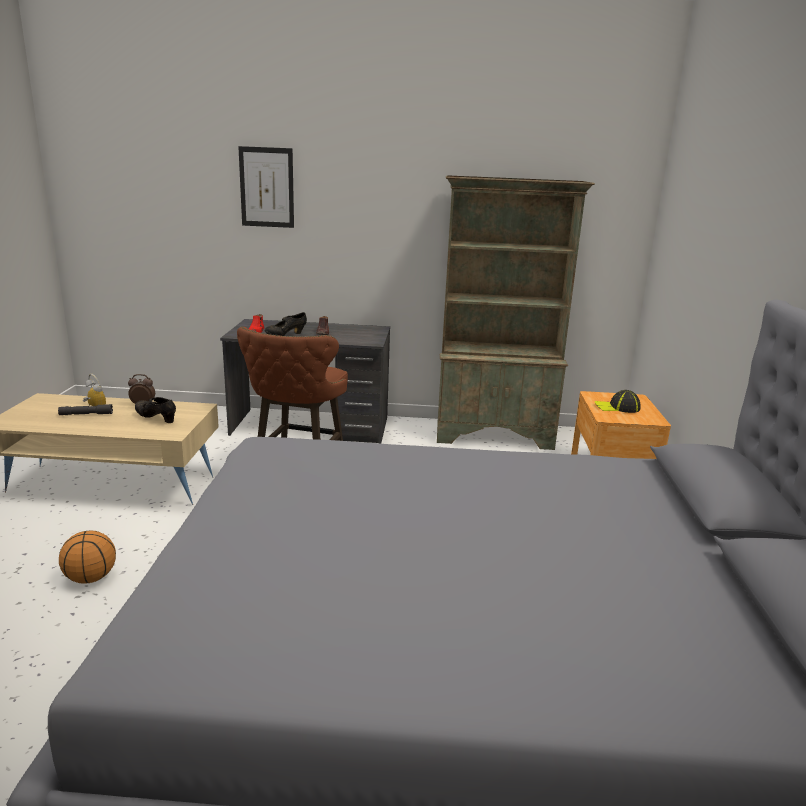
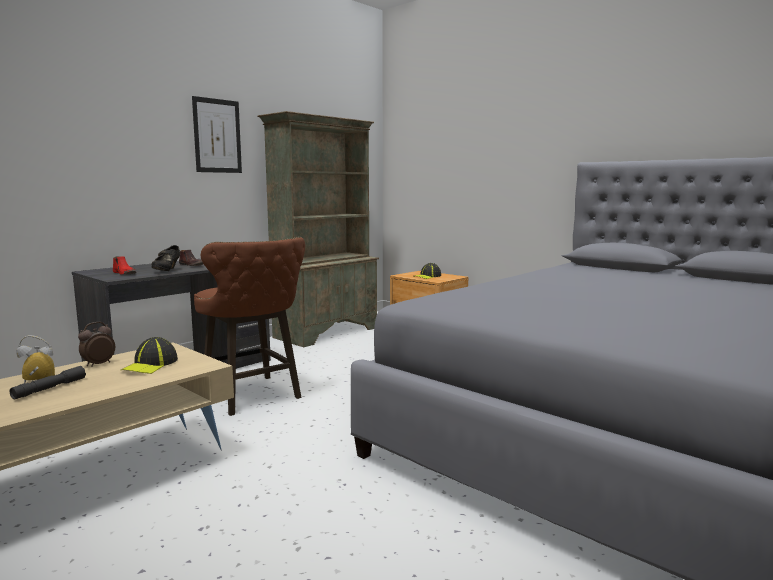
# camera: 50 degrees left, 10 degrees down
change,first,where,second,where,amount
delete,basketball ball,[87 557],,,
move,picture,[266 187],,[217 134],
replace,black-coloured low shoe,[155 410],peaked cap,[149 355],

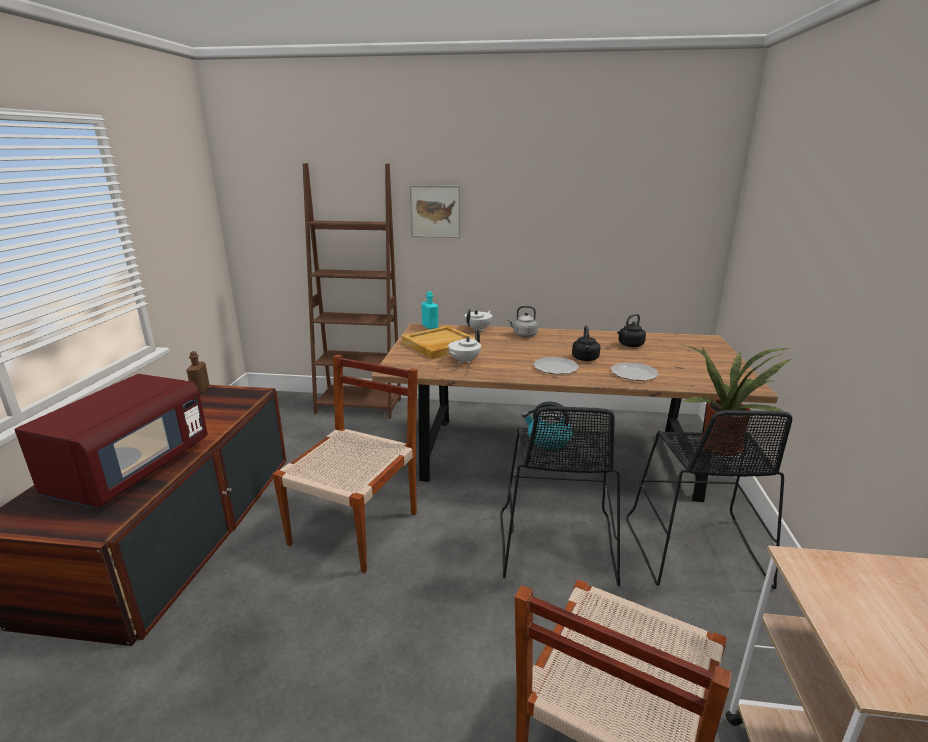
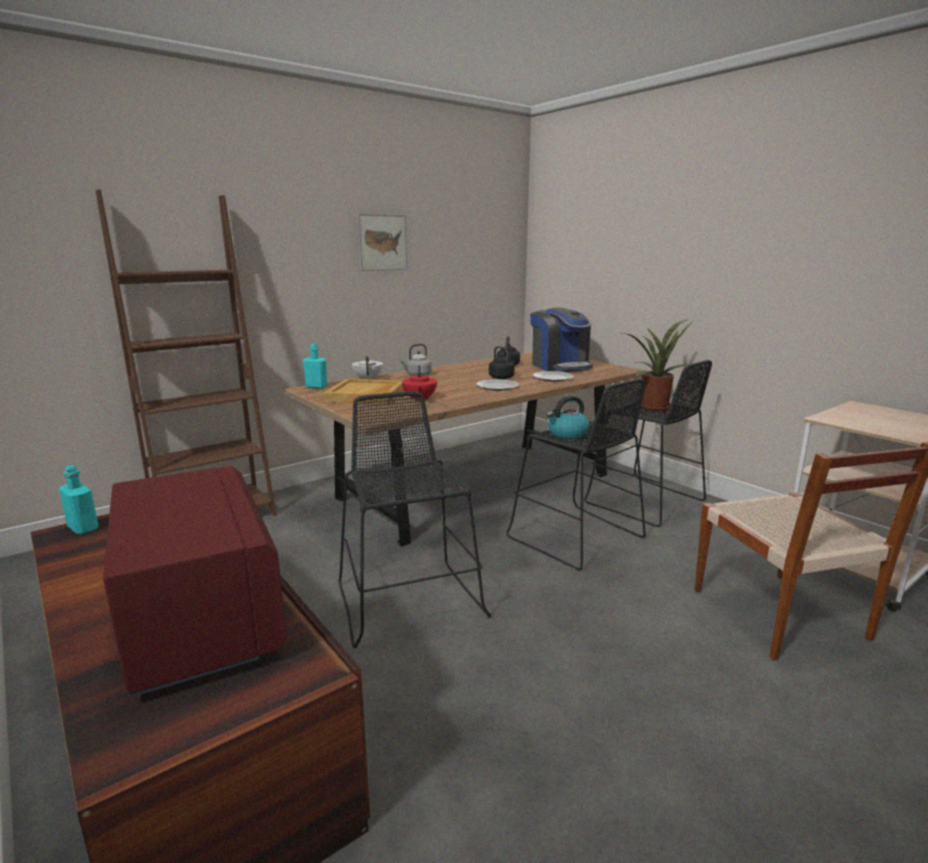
# camera: 45 degrees left, 5 degrees down
change,first,where,second,where,amount
insert,,,coffee brewer,[561 339],
move,picture,[435 211],,[382 242],
replace,plain chair,[345 464],black-coloured stool,[415 519],
recolor,brownish drink bottle,[198 372],turquoise drink bottle,[79 500],
recolor,white-coloured pot for tea,[464 347],reddish pot for tea,[419 382],

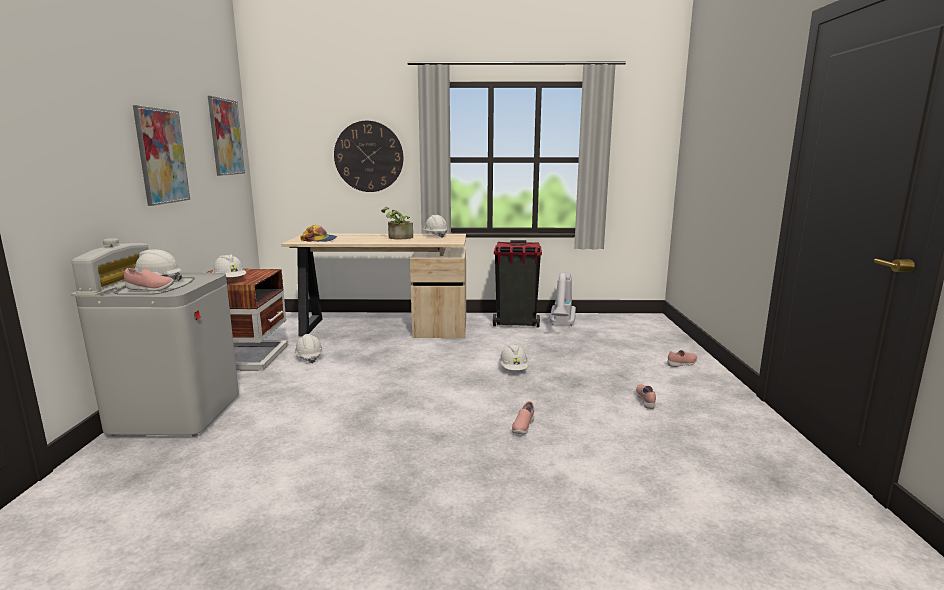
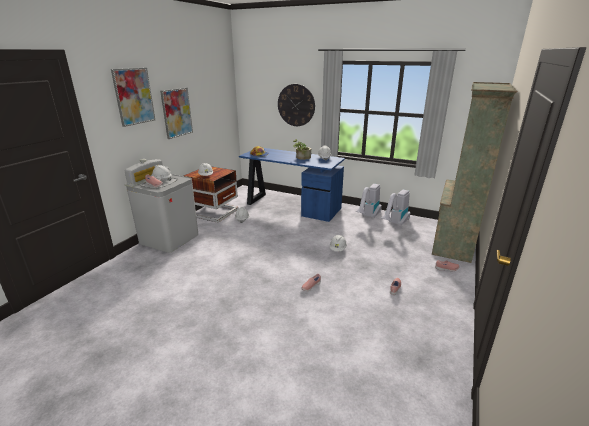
# camera: 25 degrees right, 10 degrees up
change,first,where,second,where,amount
insert,,,green-coloured shelving unit,[475 172],
move,picture,[226 136],,[133 97],
replace,black-coloured trash can,[517 284],vacuum cleaner,[368 201],
recolor,beige-coloured desk table,[373 286],bluish desk table,[292 185],

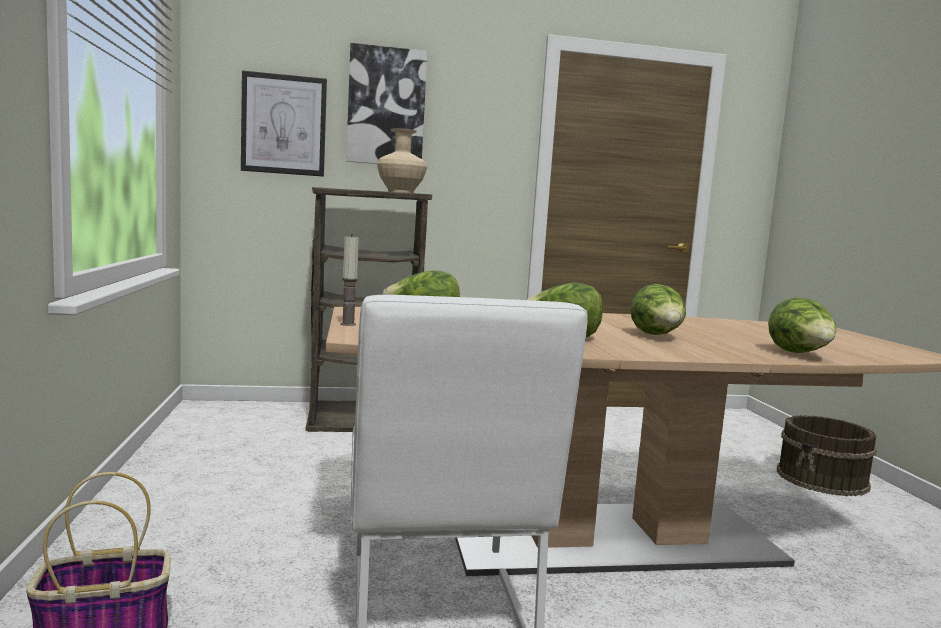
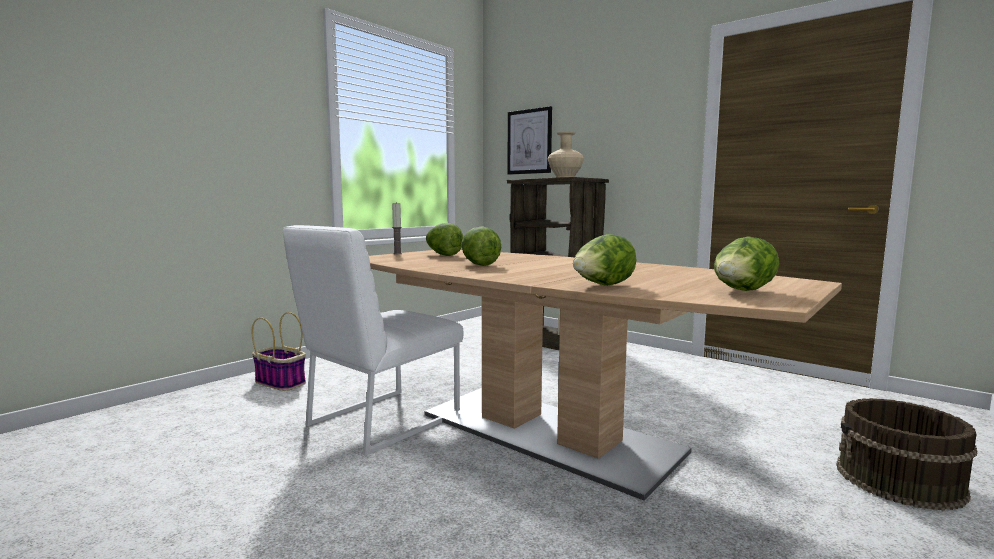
# camera: 50 degrees right, 0 degrees up
change,first,where,second,where,amount
delete,picture,[386 103],,,
move,lettuce,[658 309],,[746 263],

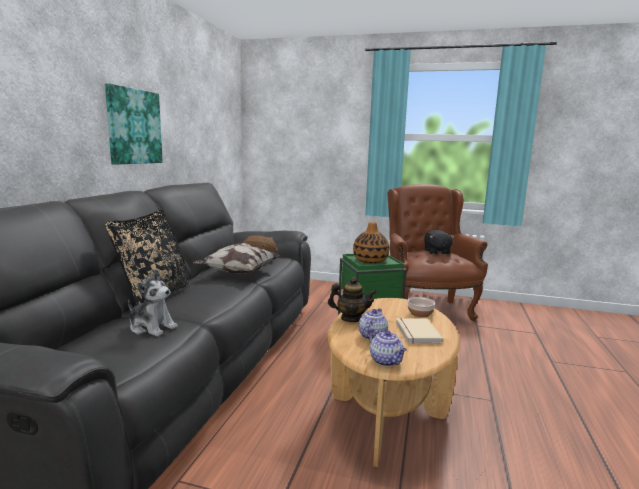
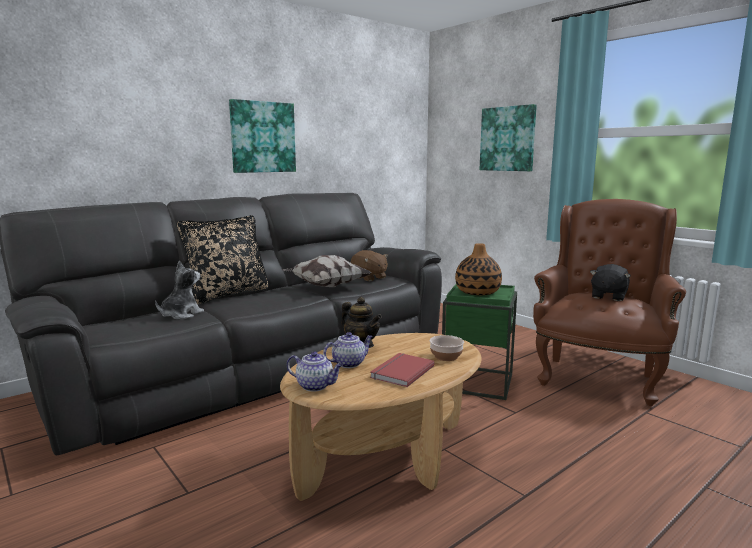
# camera: 35 degrees right, 0 degrees up
change,first,where,second,where,amount
insert,,,picture,[508 137],
recolor,beige-coloured bound book,[419 331],reddish bound book,[402 370],
rotate,plush toy,[153 302],,[179 290],120 degrees counterclockwise
rotate,pot for tea,[388 347],,[315 371],75 degrees counterclockwise

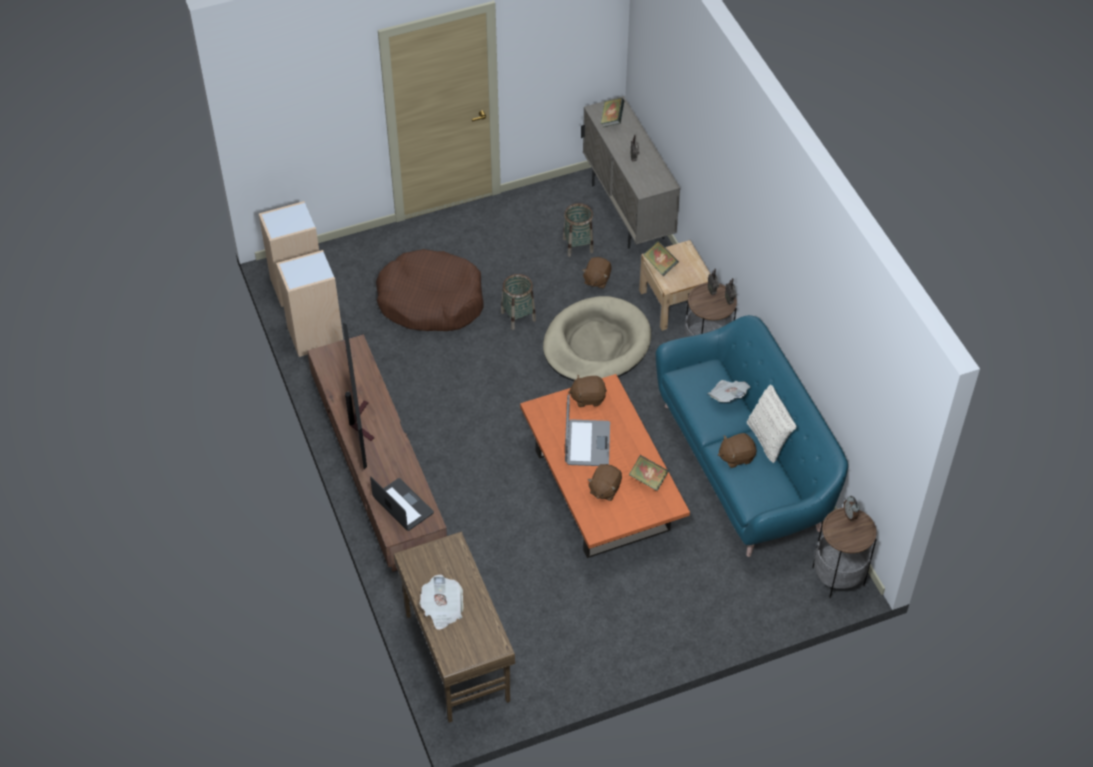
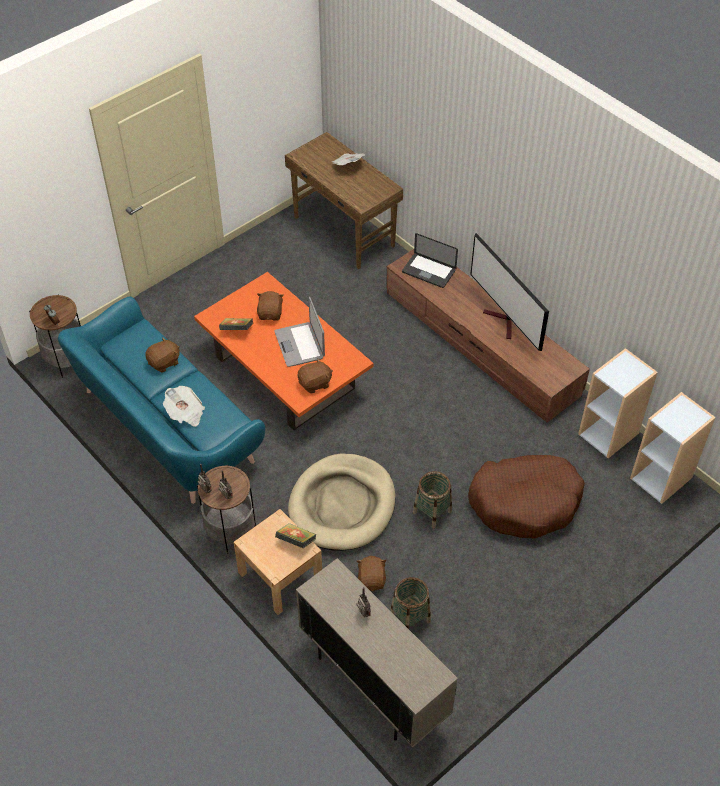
# camera: 160 degrees right, 0 degrees up
change,first,where,second,where,amount
delete,bound book,[612 113],,,
delete,beige-coloured cushion,[772 424],,,

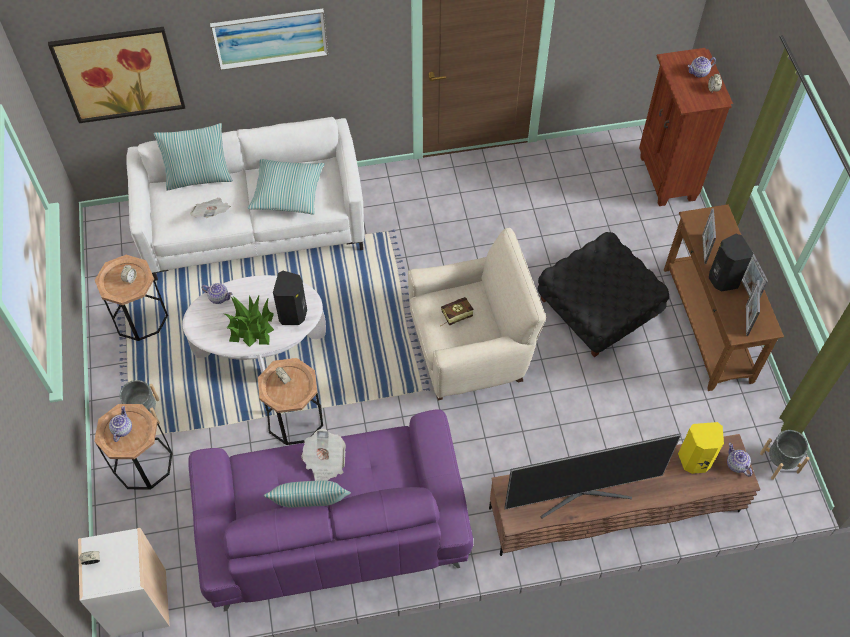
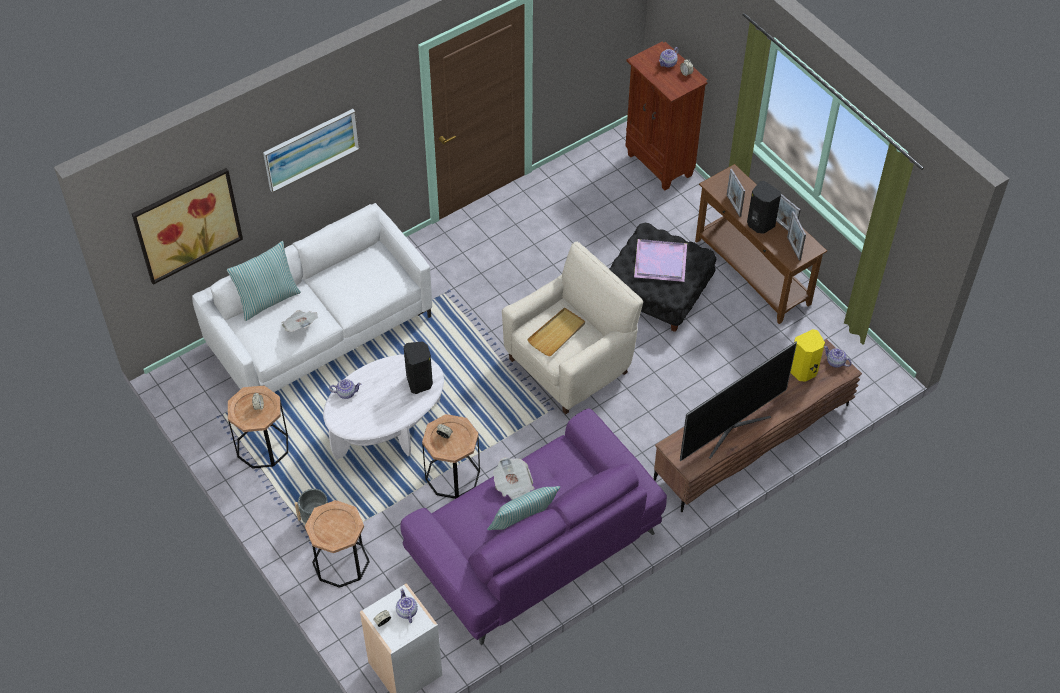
# camera: 25 degrees left, 5 degrees down
change,first,where,second,where,amount
delete,houseplant,[249 321],,,
delete,cushion,[286 187],,,
delete,greyish plant pot,[785 455],,,
insert,,,purple tray,[660 260],
move,pot for tea,[120 424],,[407 606],
replace,bound book,[456 311],beige-coloured tray,[556 331],

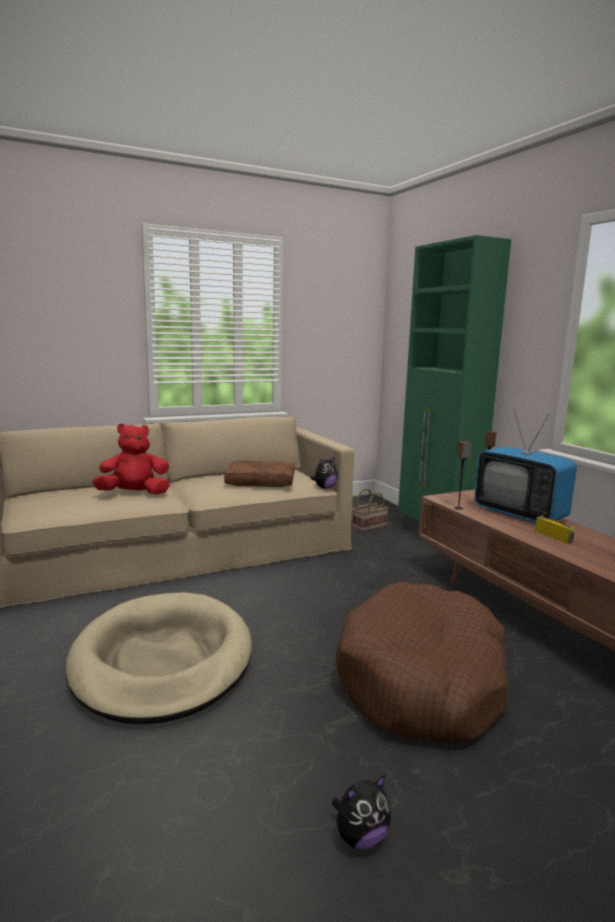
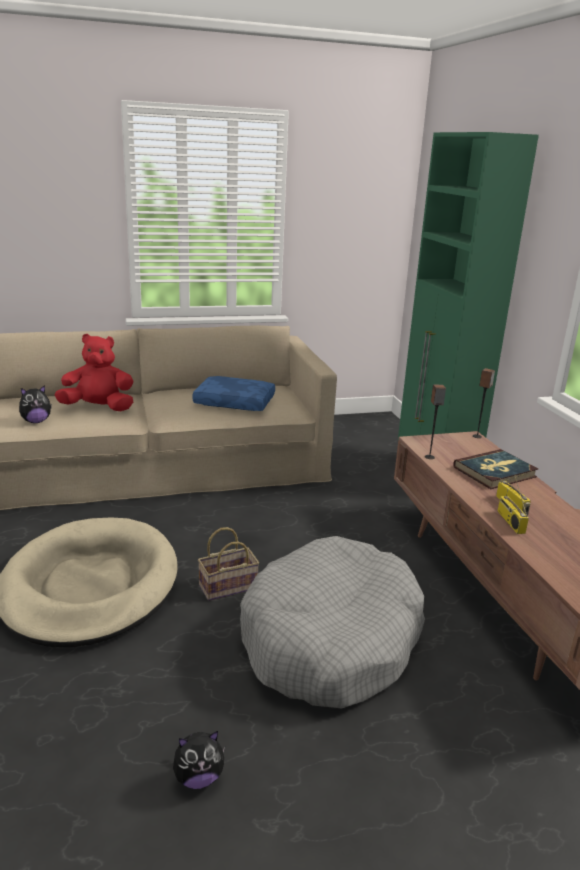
# camera: 10 degrees right, 10 degrees up
change,first,where,second,where,amount
insert,,,radio receiver,[513 504],
move,plush toy,[324 472],,[35 404],
move,household basket,[370 510],,[228 564],
replace,TV,[525 466],bound book,[496 469],
recolor,brownish cushion,[259 473],bluish cushion,[233 393],
recolor,brownish dog cushion,[422 662],greyish dog cushion,[332 622],

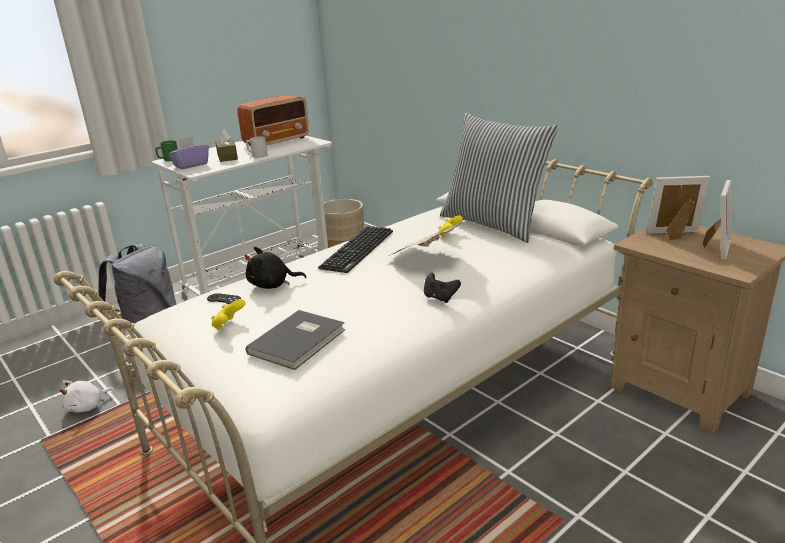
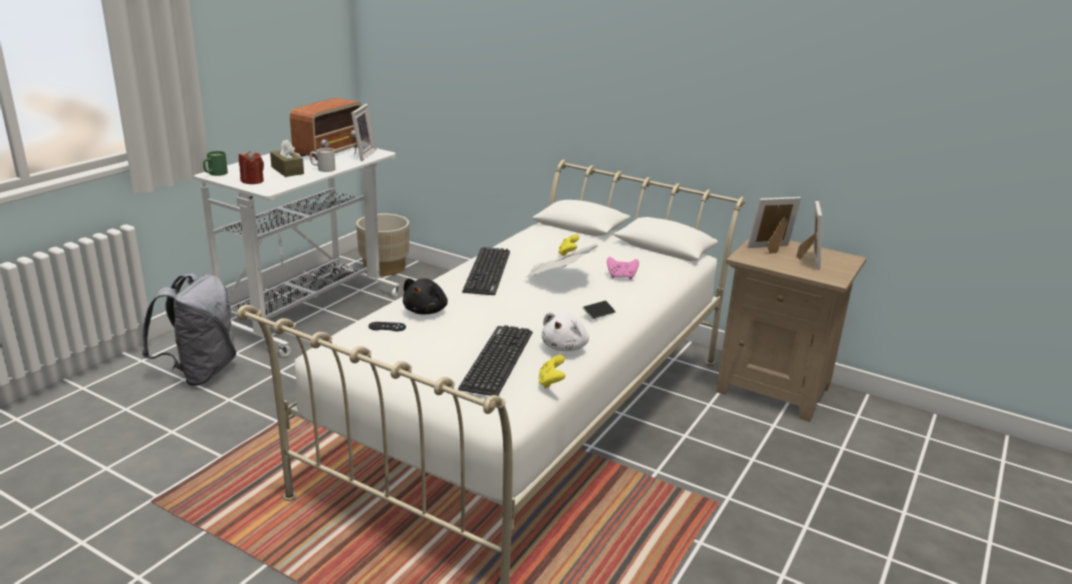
# camera: 20 degrees left, 0 degrees up
change,first,where,second,where,amount
delete,cushion,[499 178],,,
insert,,,standing frame,[364 132],
insert,,,pink-coloured joypad,[623 268],
move,white-coloured plush toy,[87 396],,[565 331],
move,yellow joypad,[228 314],,[552 372],
replace,purple tissue holder,[188 152],reddish wax light,[251 167],
replace,greyish bound book,[295 340],PC keyboard,[495 360],
replace,black-coloured joypad,[442 288],telephone,[599 309],
rotate,black-coloured plush toy,[275 268],,[425 296],45 degrees counterclockwise

